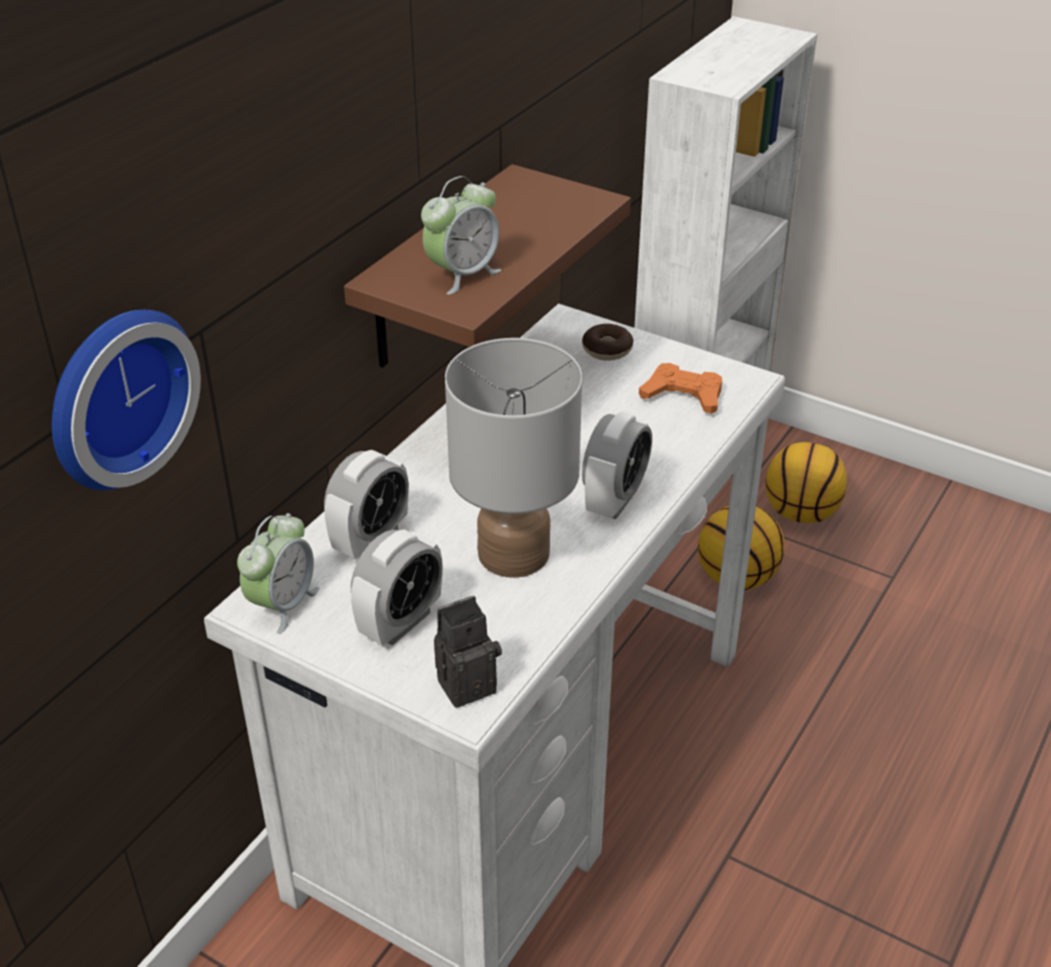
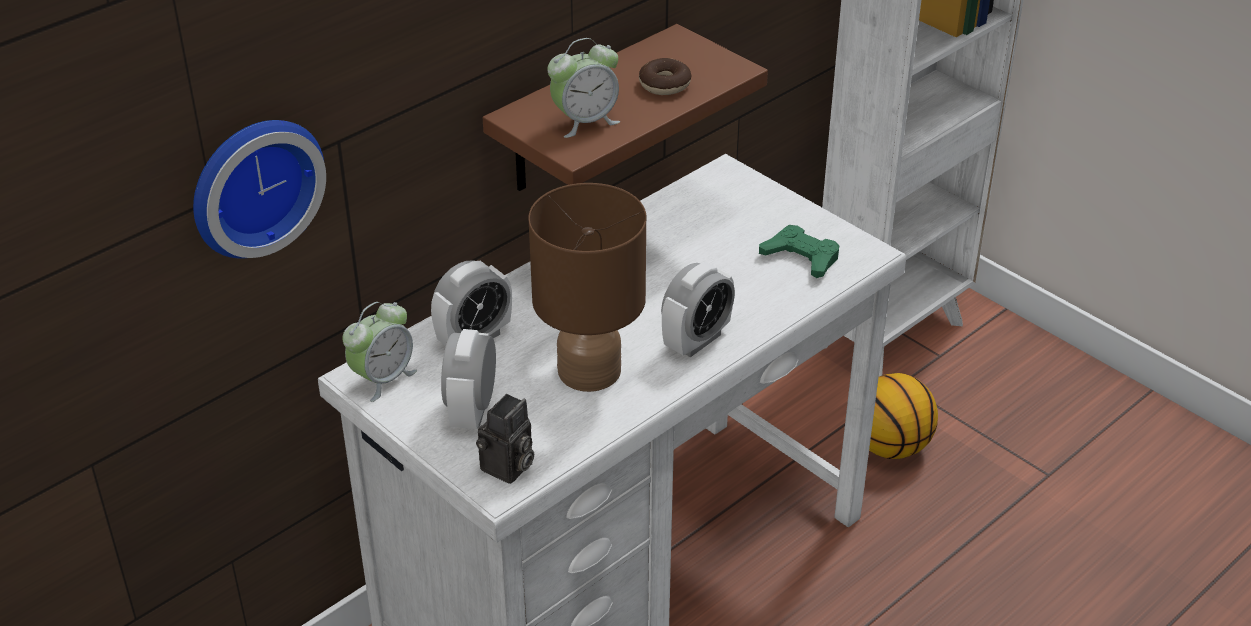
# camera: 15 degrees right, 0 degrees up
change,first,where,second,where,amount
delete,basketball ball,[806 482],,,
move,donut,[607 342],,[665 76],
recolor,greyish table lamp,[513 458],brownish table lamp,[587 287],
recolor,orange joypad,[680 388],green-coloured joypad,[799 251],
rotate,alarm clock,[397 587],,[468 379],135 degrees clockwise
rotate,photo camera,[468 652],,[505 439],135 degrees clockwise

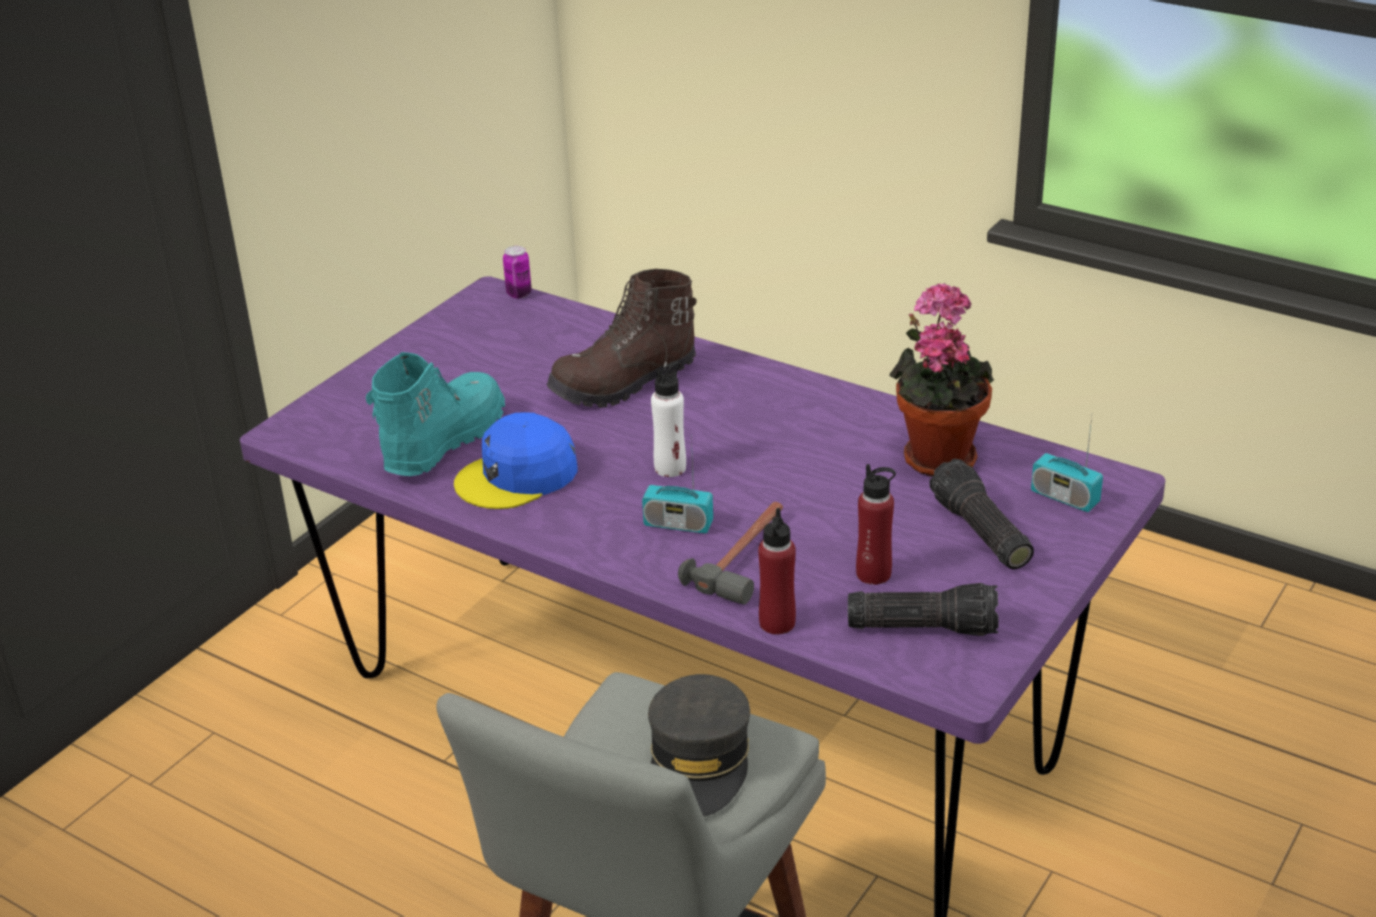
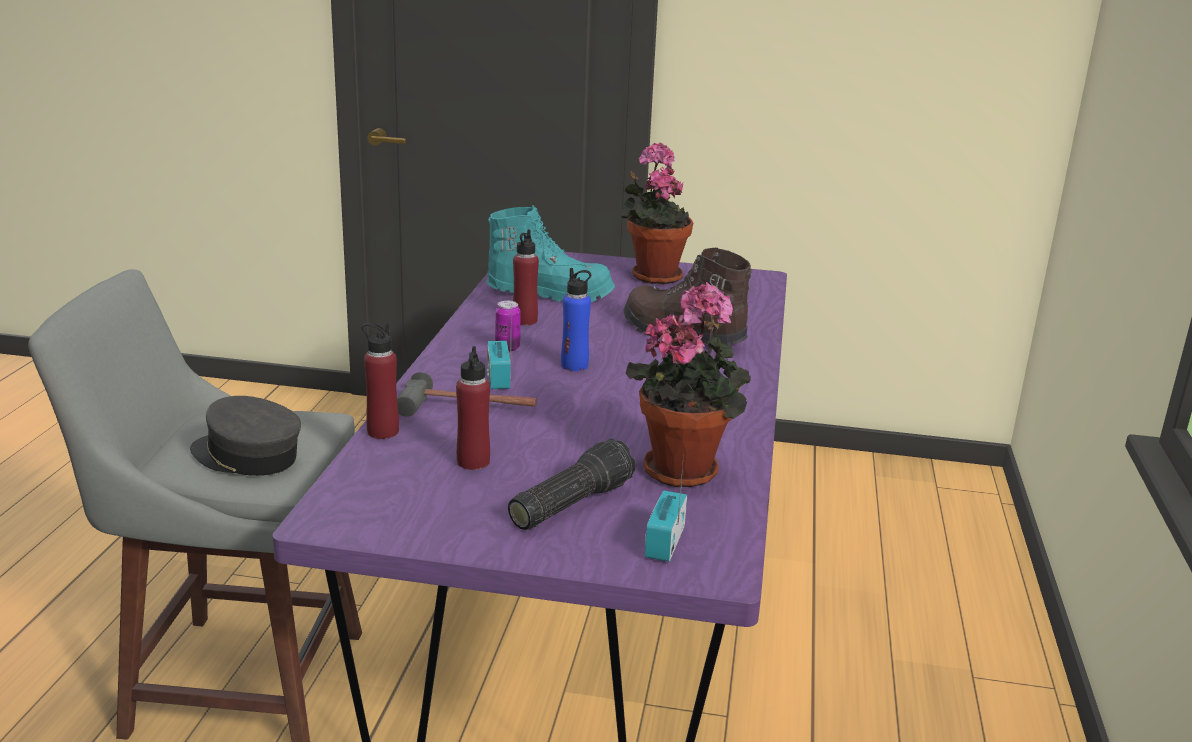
# camera: 65 degrees right, 10 degrees down
change,first,where,second,where,amount
delete,hand torch,[923 609],,,
insert,,,houseplant,[657 214],
move,sealed can,[517 272],,[508 326],
replace,bluish peaked cap,[516 460],reddish drink bottle,[526 277],
recolor,white-coloured drink bottle,[668 419],bluish drink bottle,[576 319],
rotate,greyish peaked cap,[699 745],,[245 436],45 degrees clockwise

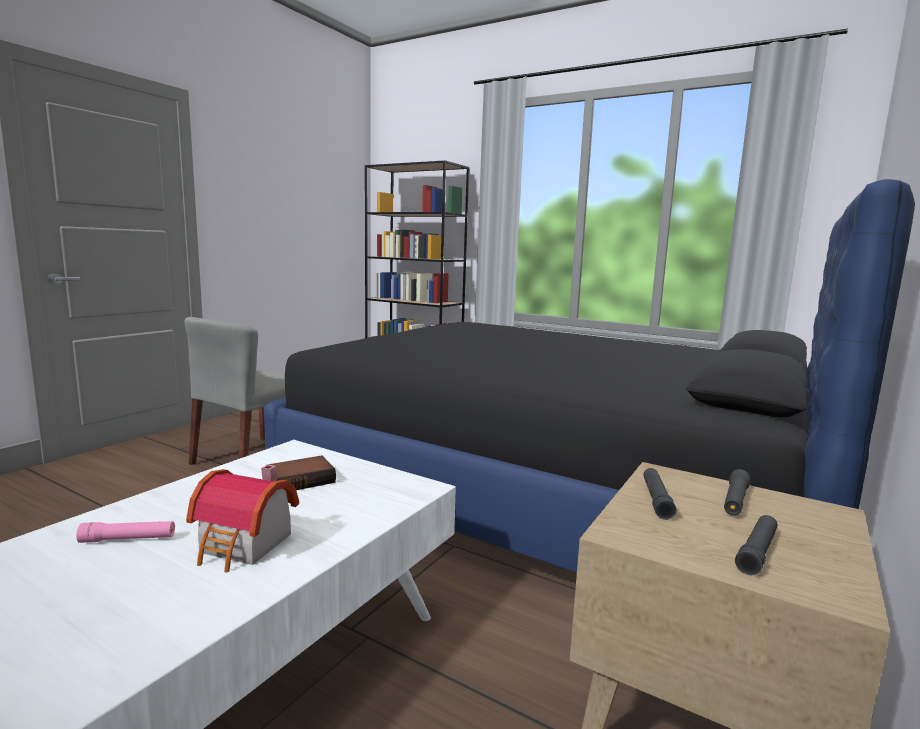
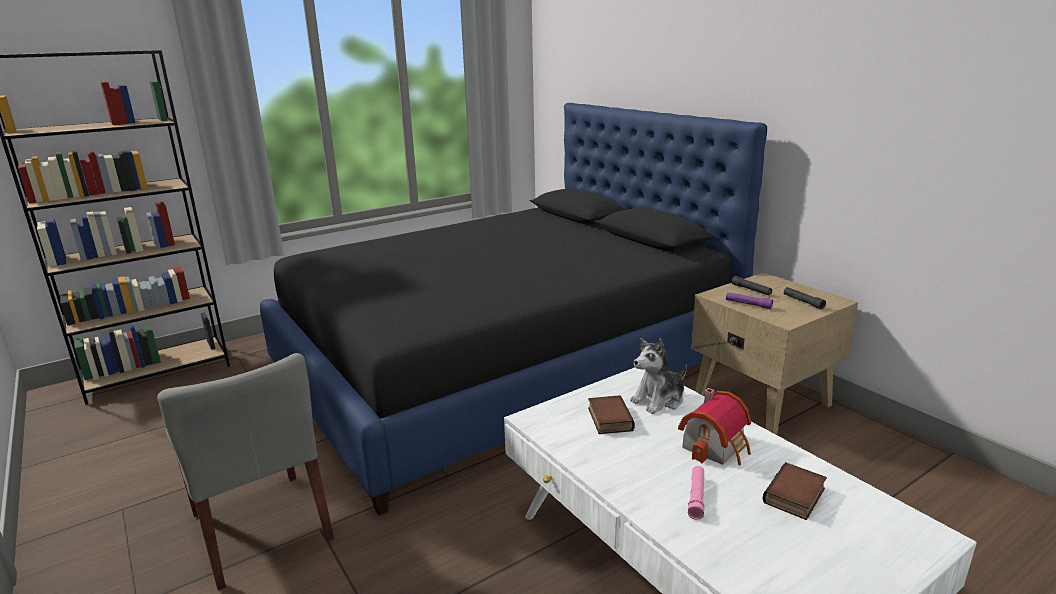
# camera: 65 degrees left, 10 degrees up
change,first,where,second,where,amount
insert,,,plush toy,[658 376],
insert,,,bound book,[795 491],
recolor,black-coloured hand torch,[660 494],purple hand torch,[749 300],

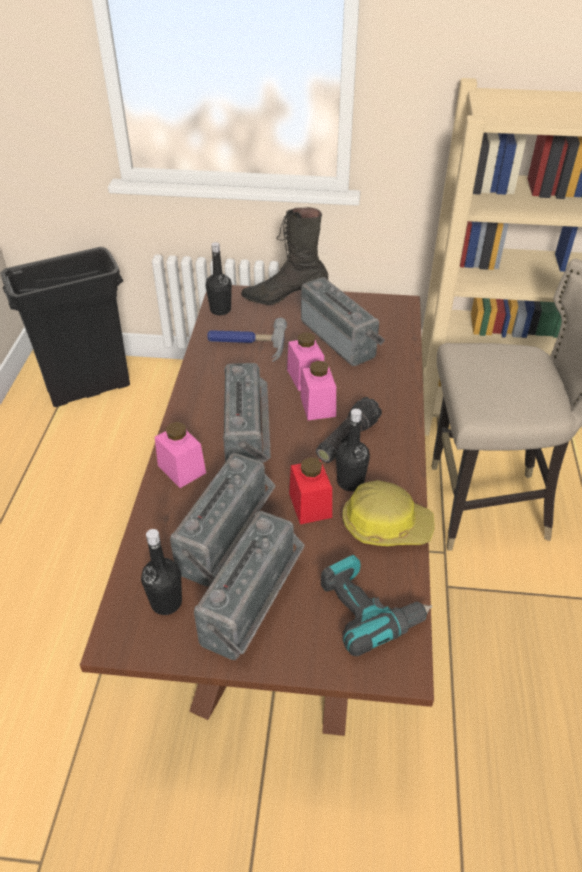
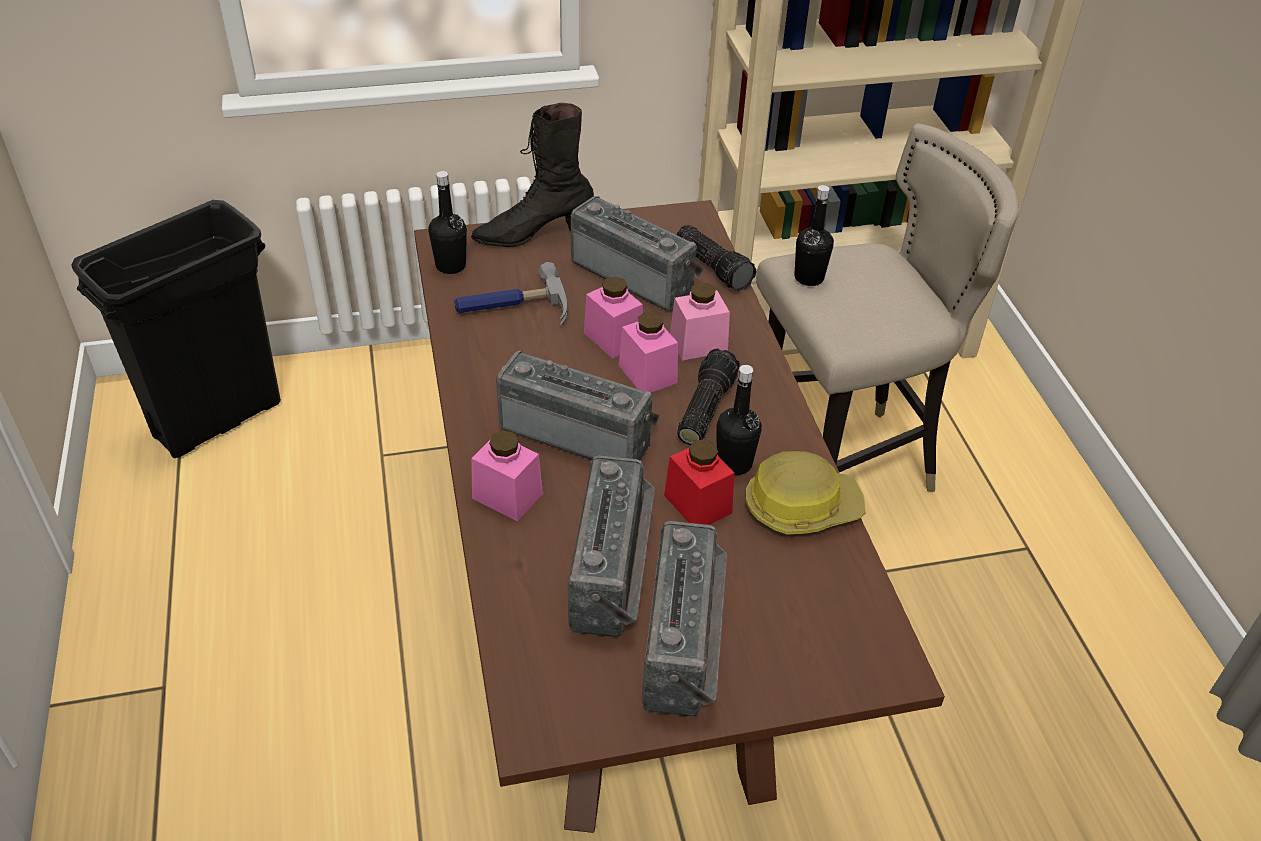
# camera: 20 degrees left, 0 degrees up
change,first,where,second,where,amount
delete,drill,[376 605],,,
insert,,,pink-coloured storage jar,[700 321],
insert,,,hand torch,[716 258],
move,black-coloured drink bottle,[161 572],,[814 235],
rotate,radio receiver,[247 413],,[577 405],45 degrees counterclockwise

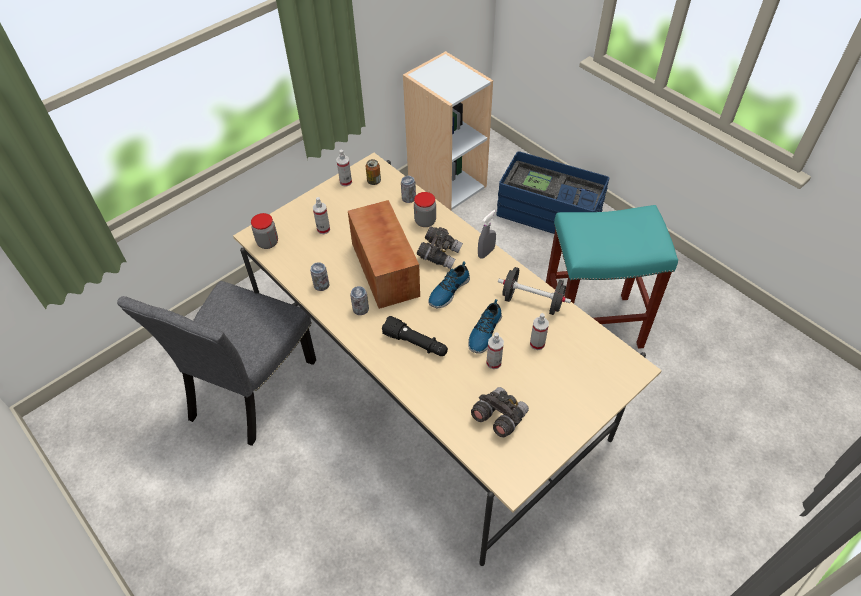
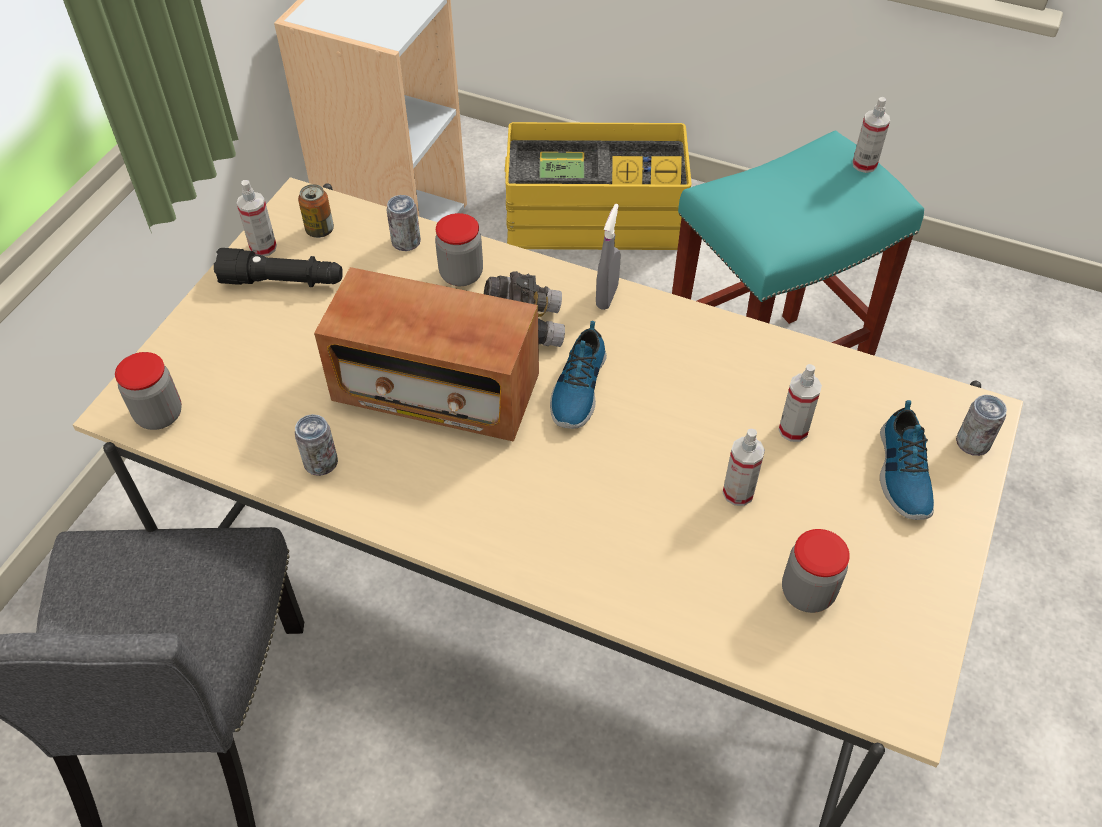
# camera: 25 degrees left, 0 degrees up
change,first,where,second,where,amount
delete,black-coloured hand weight,[534 291],,,
move,hand sprayer,[321 215],,[871 135],
move,sealed can,[359 300],,[981 425],
move,black-coloured hand torch,[415 336],,[278 267],
move,low shoe,[485 326],,[907 460],
replace,greyish field glasses,[500 412],storage jar,[816 571],
recolor,bluish storage container,[552 192],yellow storage container,[598 186],
rotate,radio receiver,[384 254],,[426 354],150 degrees clockwise

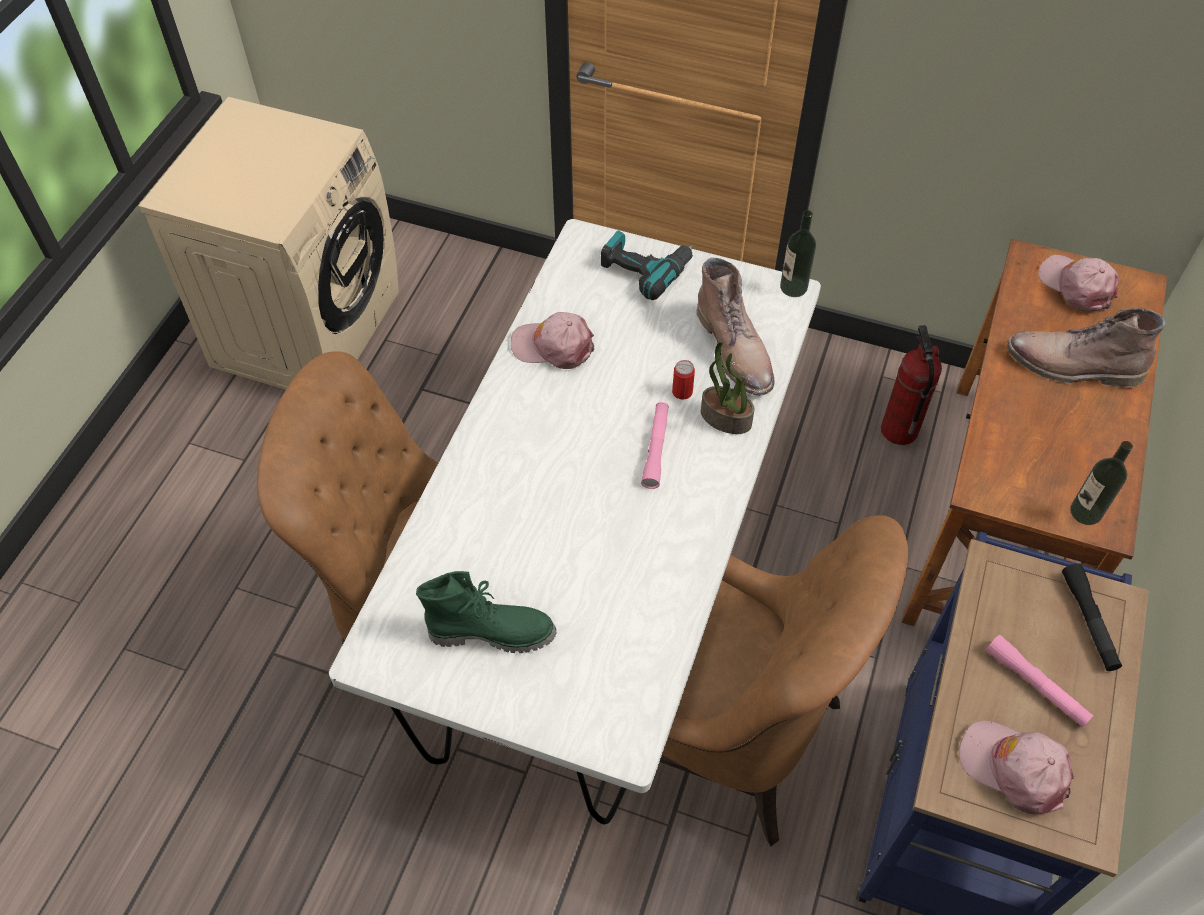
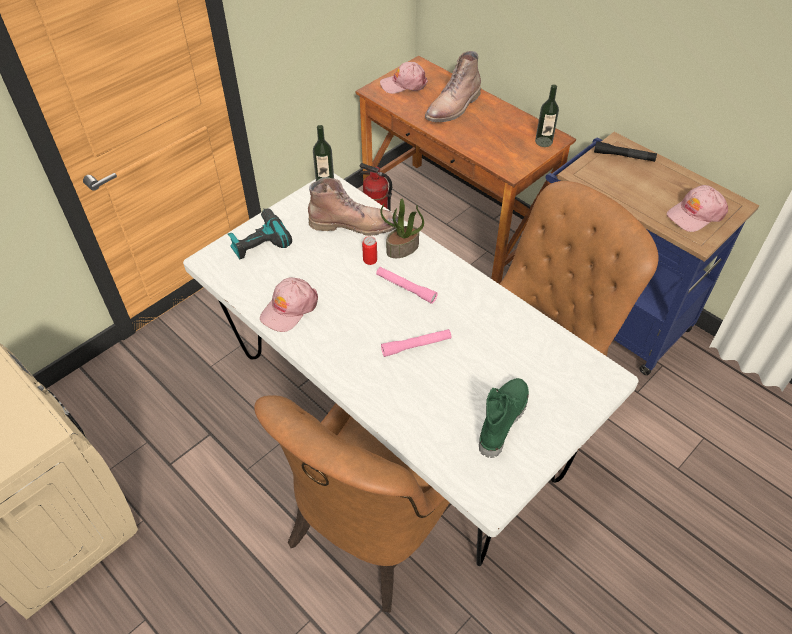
# camera: 65 degrees left, 5 degrees down
change,first,where,second,where,amount
move,pink-coloured hand torch,[1040 681],,[416 343],

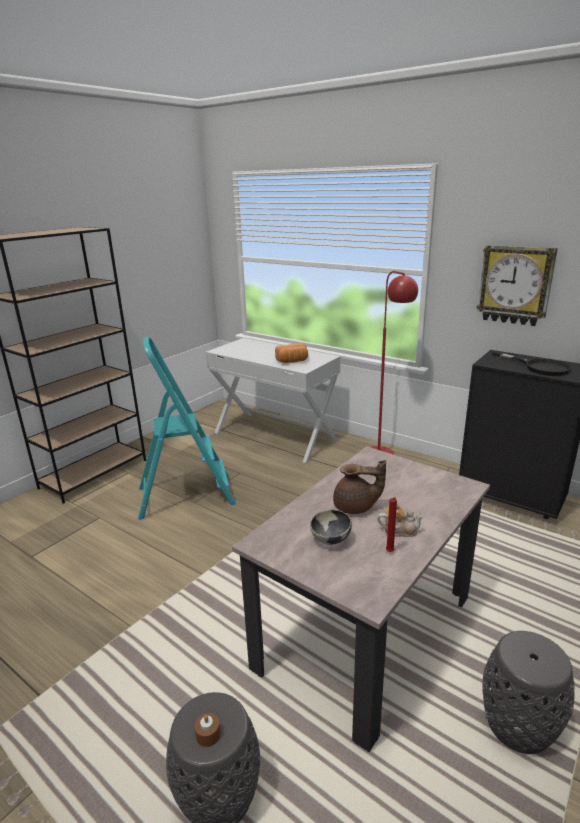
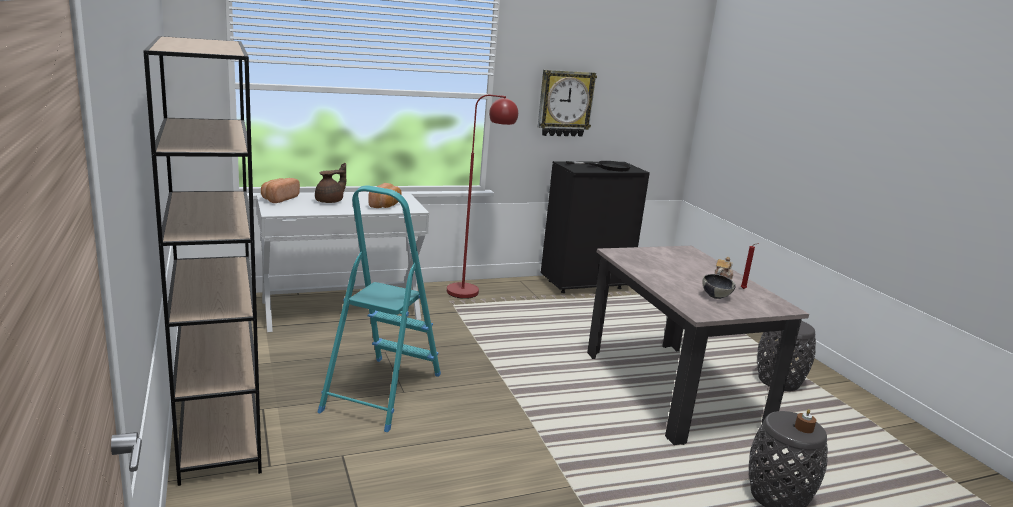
# camera: 60 degrees left, 5 degrees down
change,first,where,second,where,amount
insert,,,bread,[280 190],
move,brownish pot for tea,[359 487],,[330 183],

